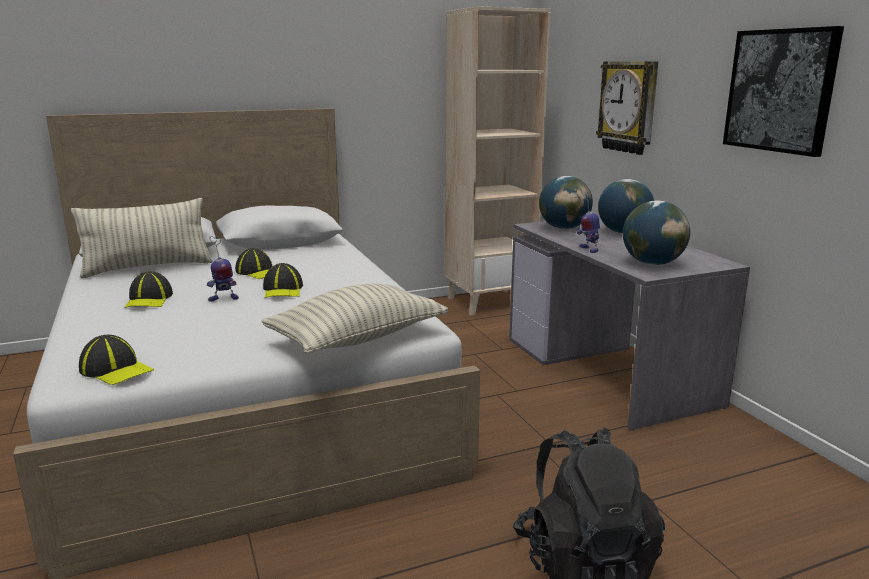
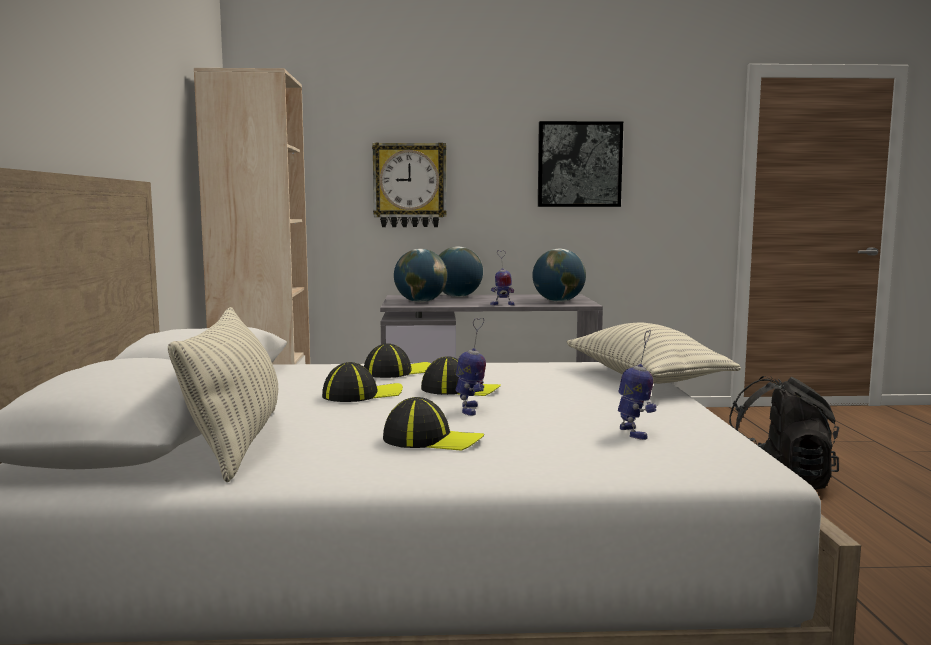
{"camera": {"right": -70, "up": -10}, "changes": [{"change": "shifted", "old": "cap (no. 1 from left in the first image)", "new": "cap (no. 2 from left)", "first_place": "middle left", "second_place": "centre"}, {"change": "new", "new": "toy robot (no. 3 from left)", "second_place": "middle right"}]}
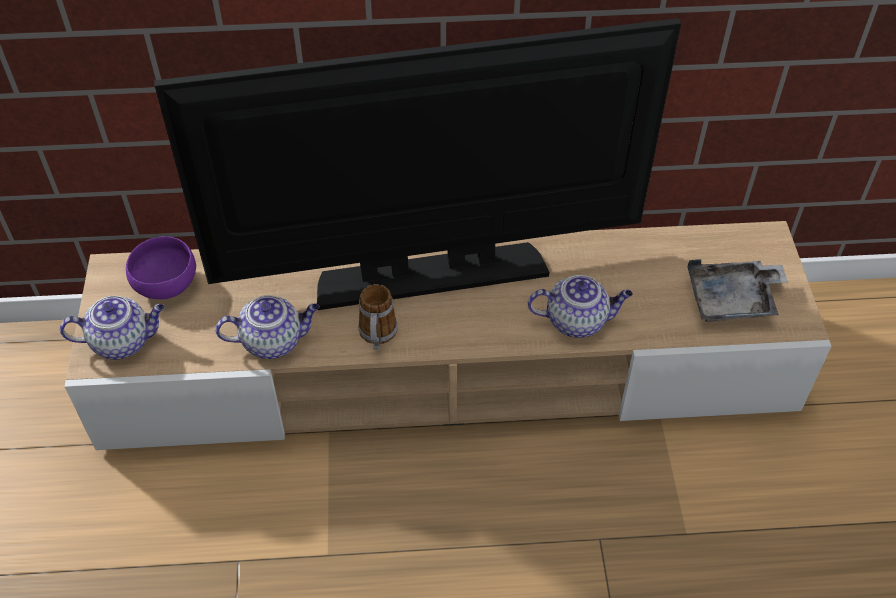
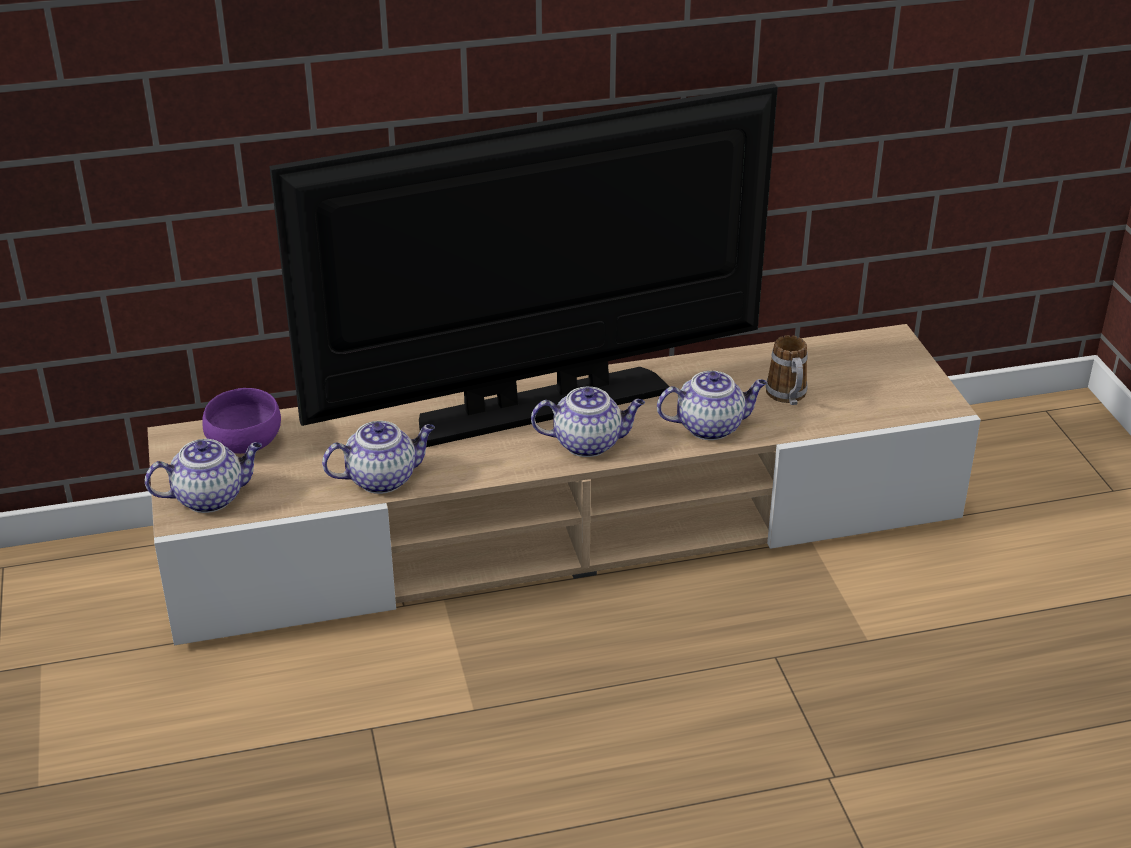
{"camera": {"right": -10, "up": -15}, "changes": [{"change": "shifted", "old": "mug", "first_place": "centre", "second_place": "middle right"}, {"change": "gone", "old": "grey tray", "first_place": "middle right"}, {"change": "new", "new": "teapot (no. 3 from left)", "second_place": "centre"}]}
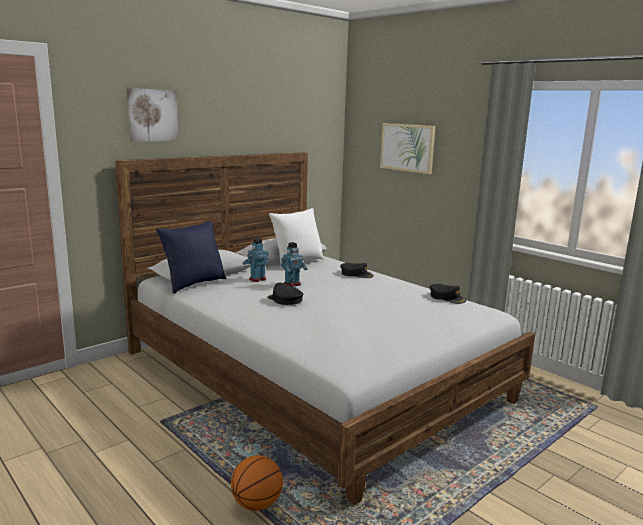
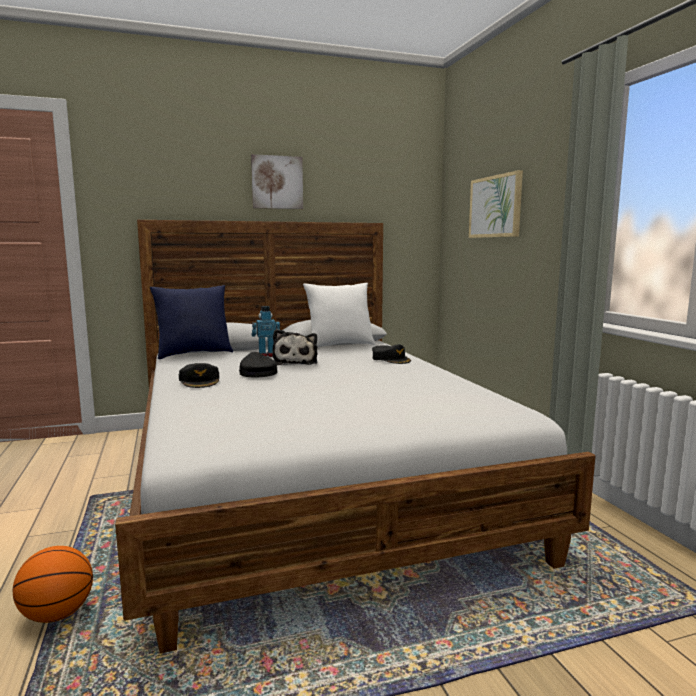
{"camera": {"right": 25, "up": -5}, "changes": [{"change": "shifted", "old": "picture (no. 1 from left)", "first_place": "top left", "second_place": "top centre"}, {"change": "swapped", "old": "toy robot (no. 2 from left)", "new": "plush toy", "first_place": "centre", "second_place": "centre"}, {"change": "shifted", "old": "black cap (no. 3 from left in the first image)", "new": "black cap (no. 1 from left)", "first_place": "middle right", "second_place": "middle left"}]}
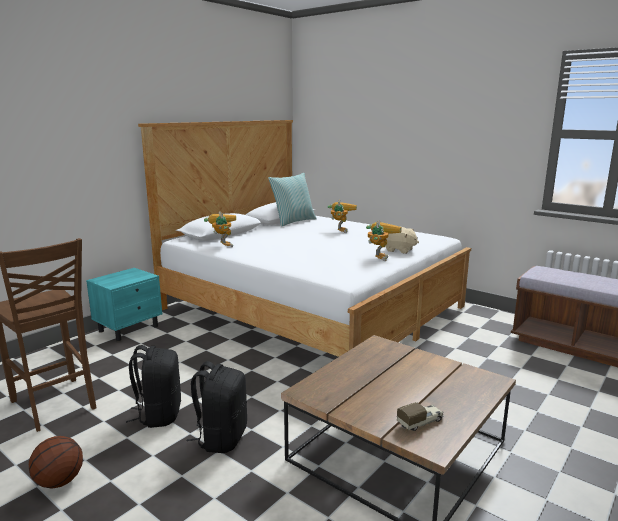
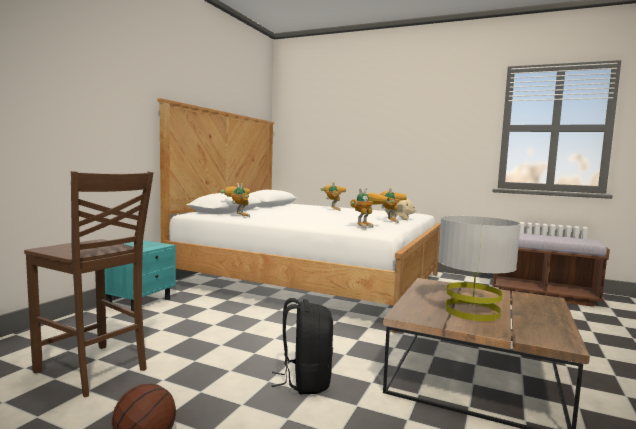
{"camera": {"right": -15, "up": -10}, "changes": [{"change": "gone", "old": "black backpack (no. 1 from left)", "first_place": "bottom left"}, {"change": "gone", "old": "pillow", "first_place": "centre"}, {"change": "gone", "old": "toy truck", "first_place": "bottom right"}, {"change": "new", "new": "toy robot (no. 3 from left)", "second_place": "centre"}, {"change": "new", "new": "grey table lamp", "second_place": "middle right"}]}
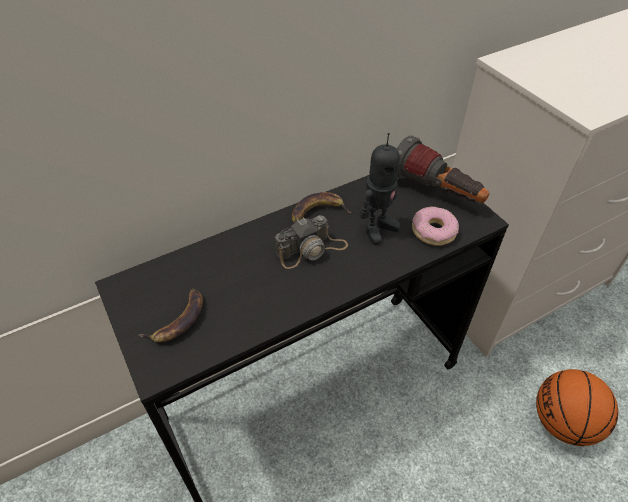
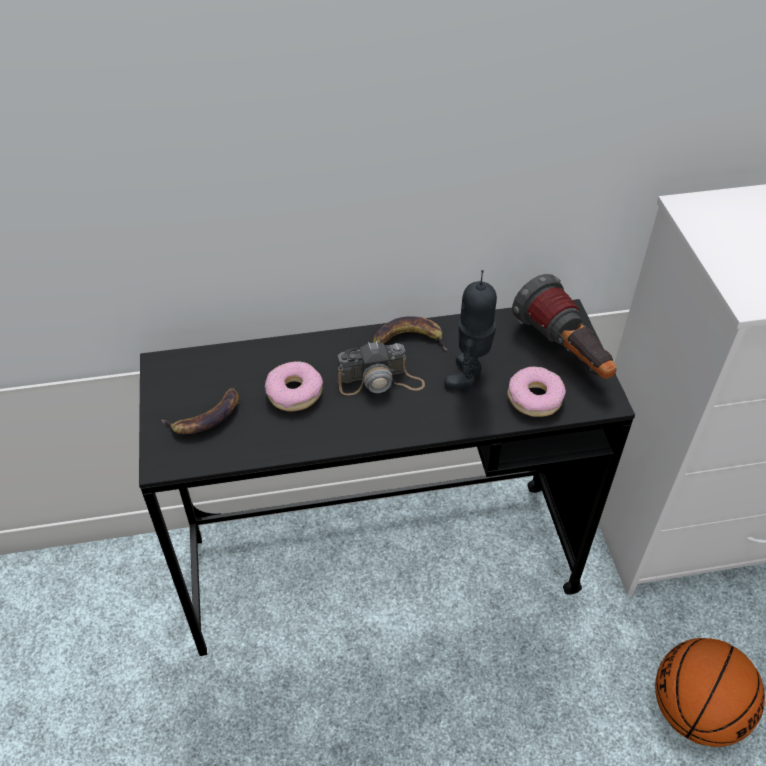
{"camera": {"right": 20, "up": 0}, "changes": [{"change": "rotated", "old": "toy robot", "first_place": "centre", "second_place": "centre", "degrees": 135}, {"change": "new", "new": "donut (no. 1 from left)", "second_place": "centre"}]}
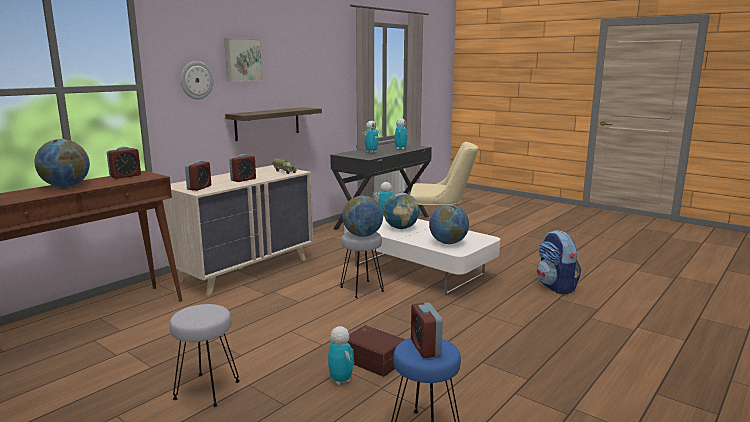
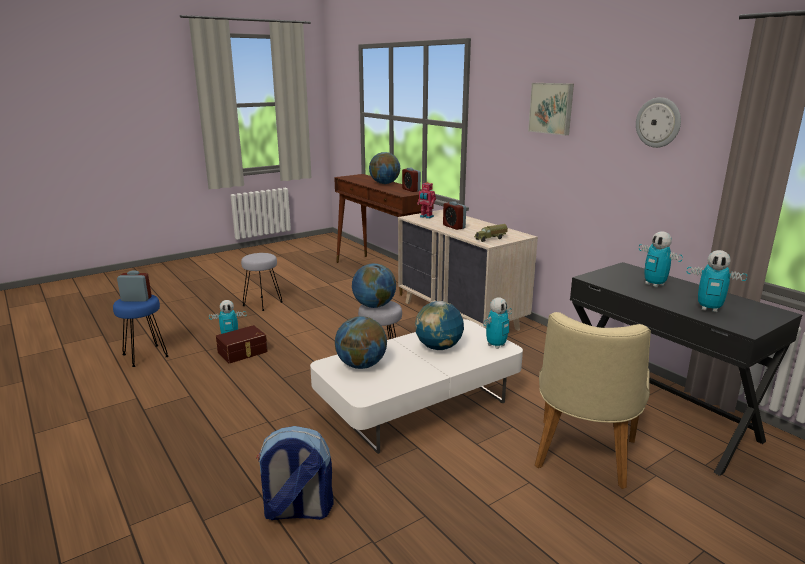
{"camera": {"right": 105, "up": 5}, "changes": [{"change": "shifted", "old": "wall clock", "first_place": "top left", "second_place": "top right"}, {"change": "swapped", "old": "alarm clock (no. 2 from left)", "new": "toy robot (no. 2 from left)", "first_place": "middle left", "second_place": "centre"}, {"change": "gone", "old": "shelf", "first_place": "top centre"}]}
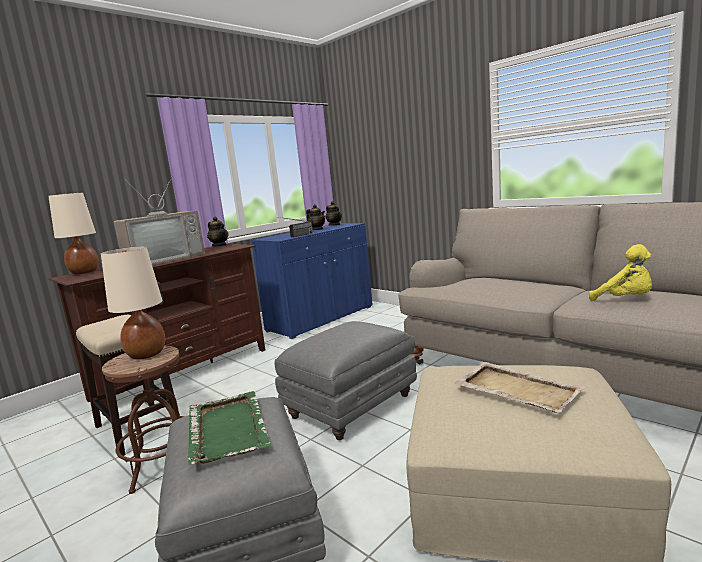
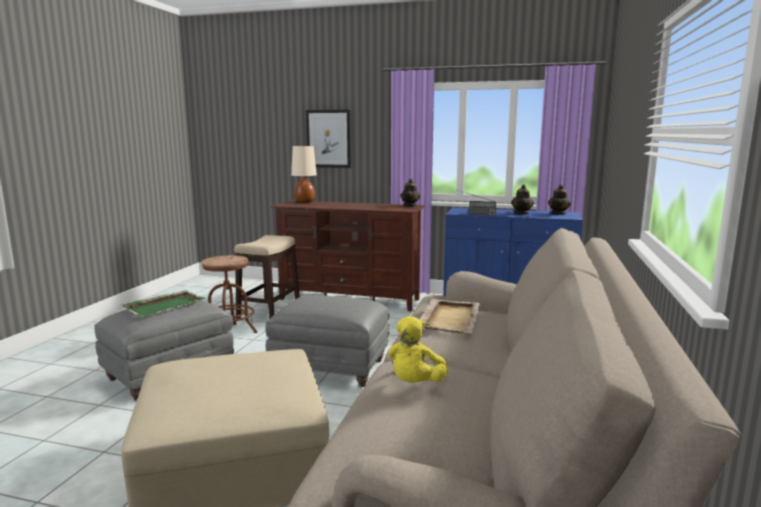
{"camera": {"right": 60, "up": 0}, "changes": [{"change": "gone", "old": "beige table lamp (no. 2 from left)", "first_place": "middle left"}, {"change": "gone", "old": "television", "first_place": "middle left"}, {"change": "shifted", "old": "beige tray", "first_place": "bottom right", "second_place": "centre"}, {"change": "new", "new": "picture", "second_place": "top centre"}]}
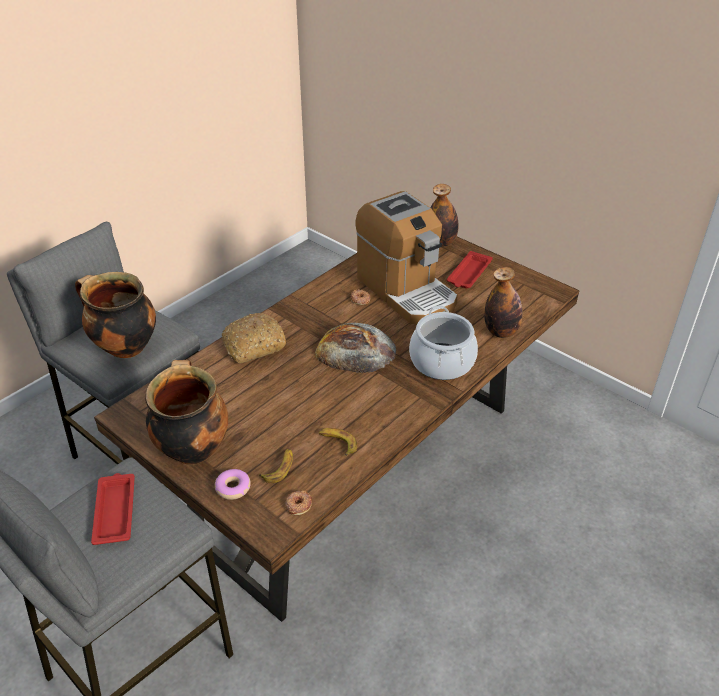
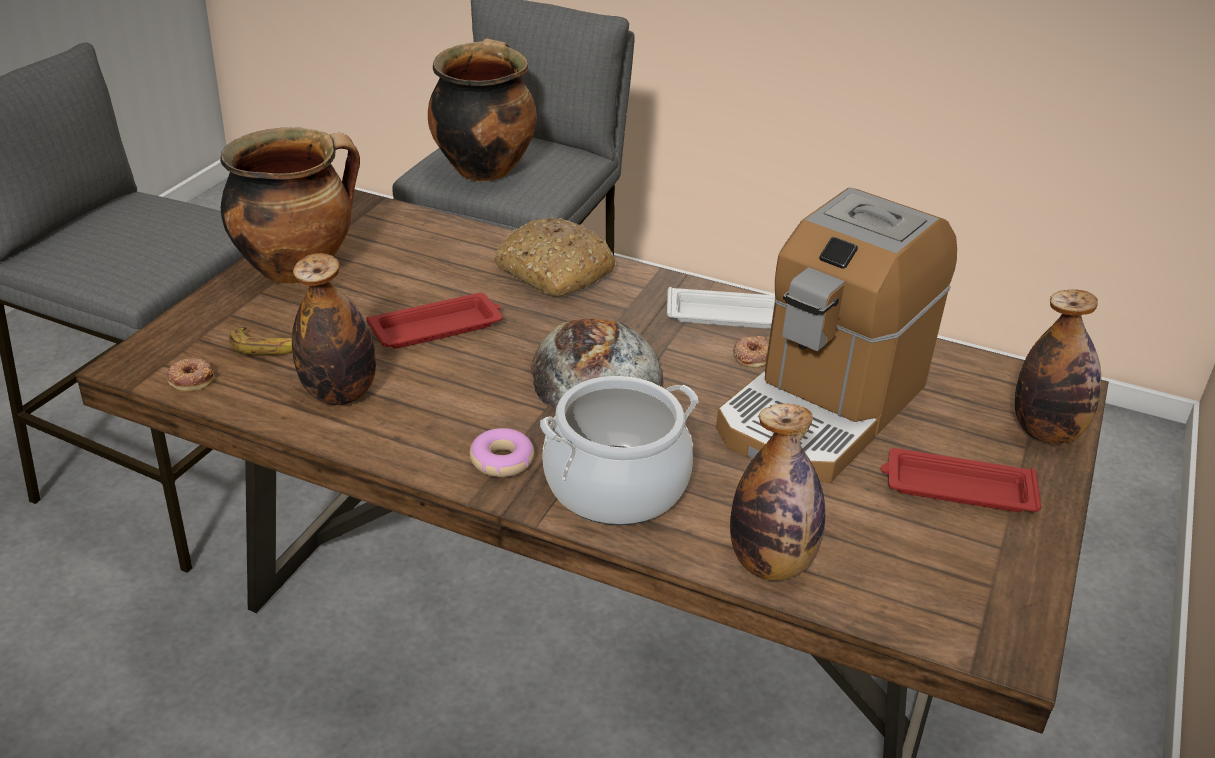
{"camera": {"right": 70, "up": -5}, "changes": [{"change": "shifted", "old": "red tray (no. 1 from left)", "first_place": "bottom left", "second_place": "centre"}, {"change": "shifted", "old": "donut (no. 1 from left in the first image)", "new": "donut (no. 2 from left)", "first_place": "bottom left", "second_place": "centre"}, {"change": "swapped", "old": "banana (no. 2 from left)", "new": "bottle (no. 1 from left)", "first_place": "centre", "second_place": "middle left"}, {"change": "new", "new": "white tray", "second_place": "centre"}]}
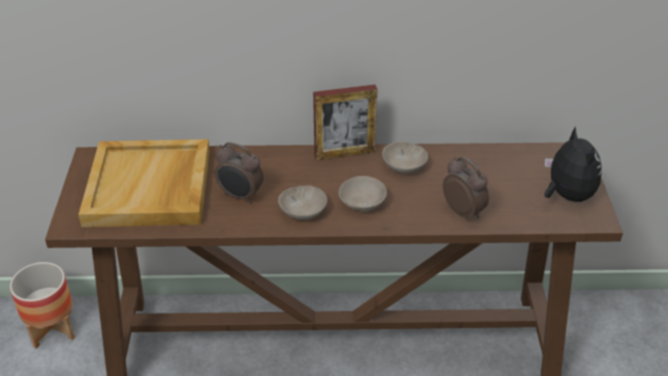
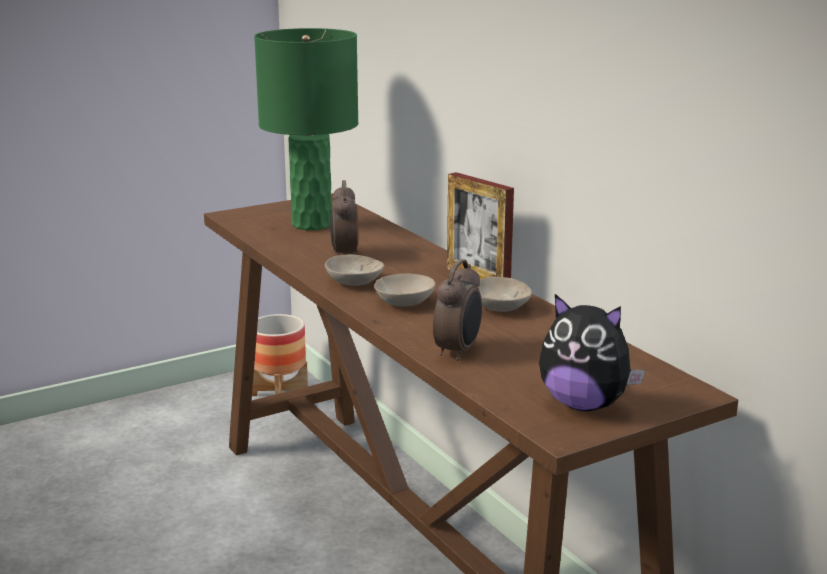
{"camera": {"right": 60, "up": -20}, "changes": [{"change": "swapped", "old": "beige tray", "new": "green table lamp", "first_place": "middle left", "second_place": "top centre"}, {"change": "rotated", "old": "plush toy", "first_place": "middle right", "second_place": "middle right", "degrees": 75}]}
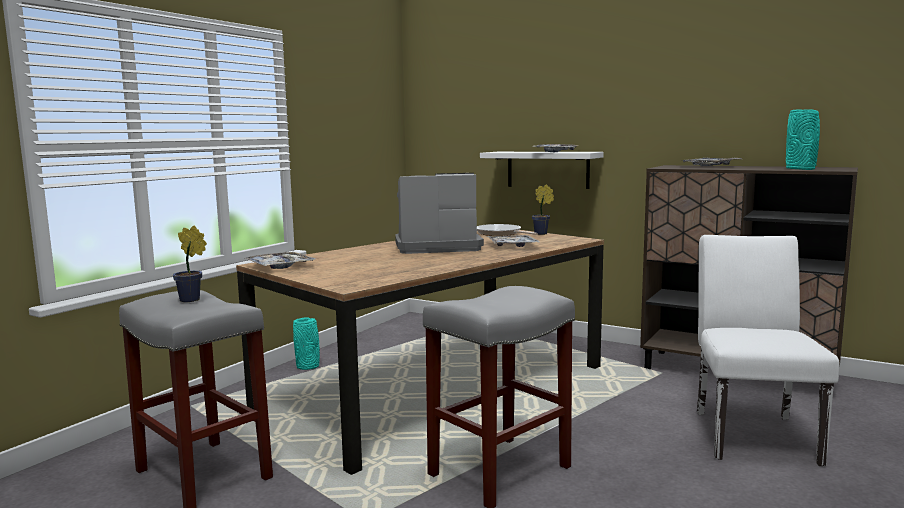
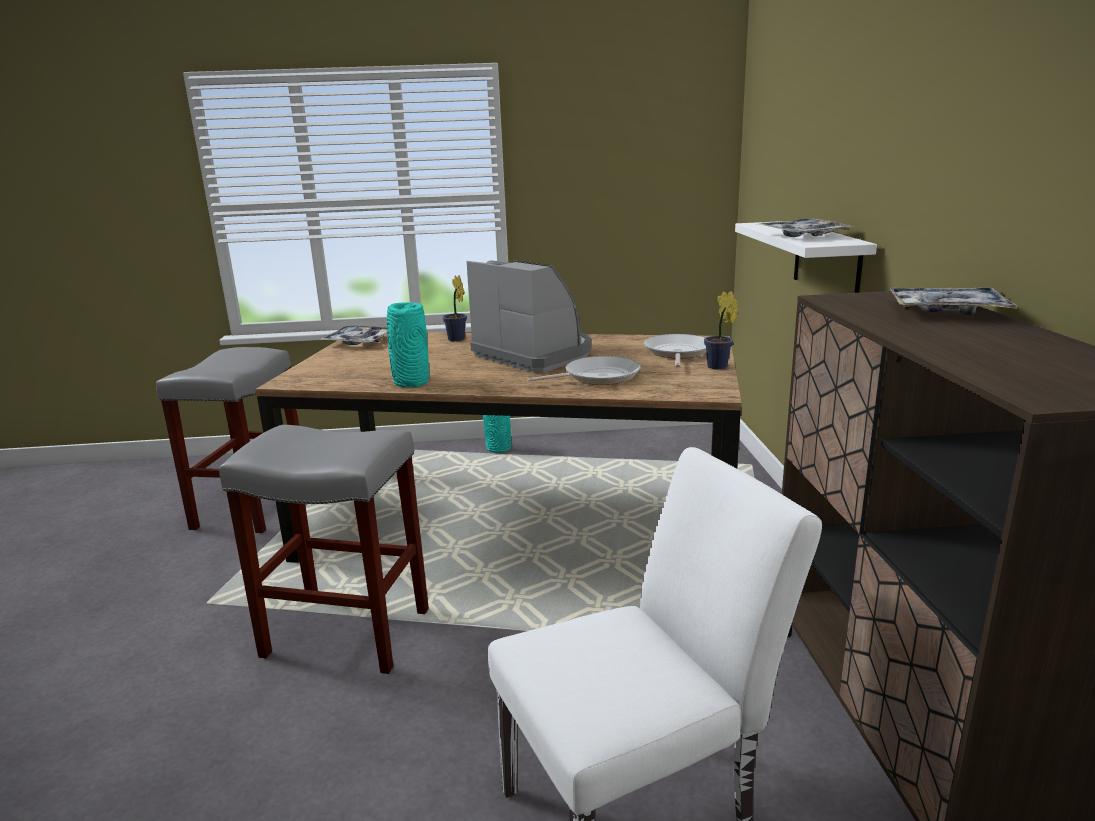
{"camera": {"right": 55, "up": 10}, "changes": [{"change": "shifted", "old": "potted plant (no. 1 from left)", "first_place": "middle left", "second_place": "centre"}, {"change": "swapped", "old": "tray (no. 2 from left)", "new": "frying pan (no. 1 from left)", "first_place": "centre", "second_place": "centre"}, {"change": "shifted", "old": "turquoise vase (no. 2 from left in the first image)", "new": "turquoise vase (no. 1 from left)", "first_place": "top right", "second_place": "centre"}]}
